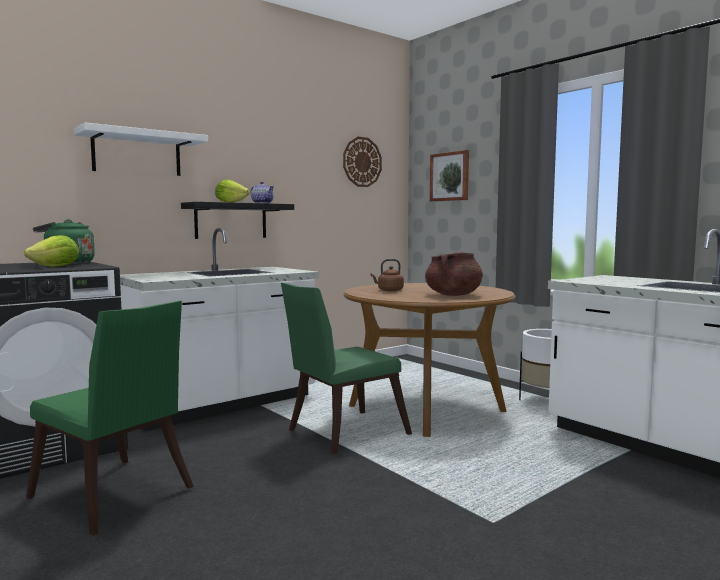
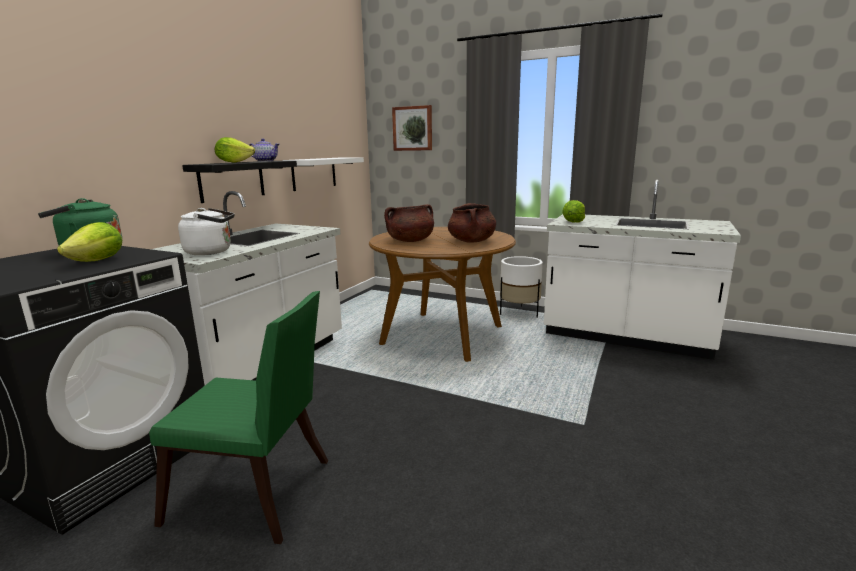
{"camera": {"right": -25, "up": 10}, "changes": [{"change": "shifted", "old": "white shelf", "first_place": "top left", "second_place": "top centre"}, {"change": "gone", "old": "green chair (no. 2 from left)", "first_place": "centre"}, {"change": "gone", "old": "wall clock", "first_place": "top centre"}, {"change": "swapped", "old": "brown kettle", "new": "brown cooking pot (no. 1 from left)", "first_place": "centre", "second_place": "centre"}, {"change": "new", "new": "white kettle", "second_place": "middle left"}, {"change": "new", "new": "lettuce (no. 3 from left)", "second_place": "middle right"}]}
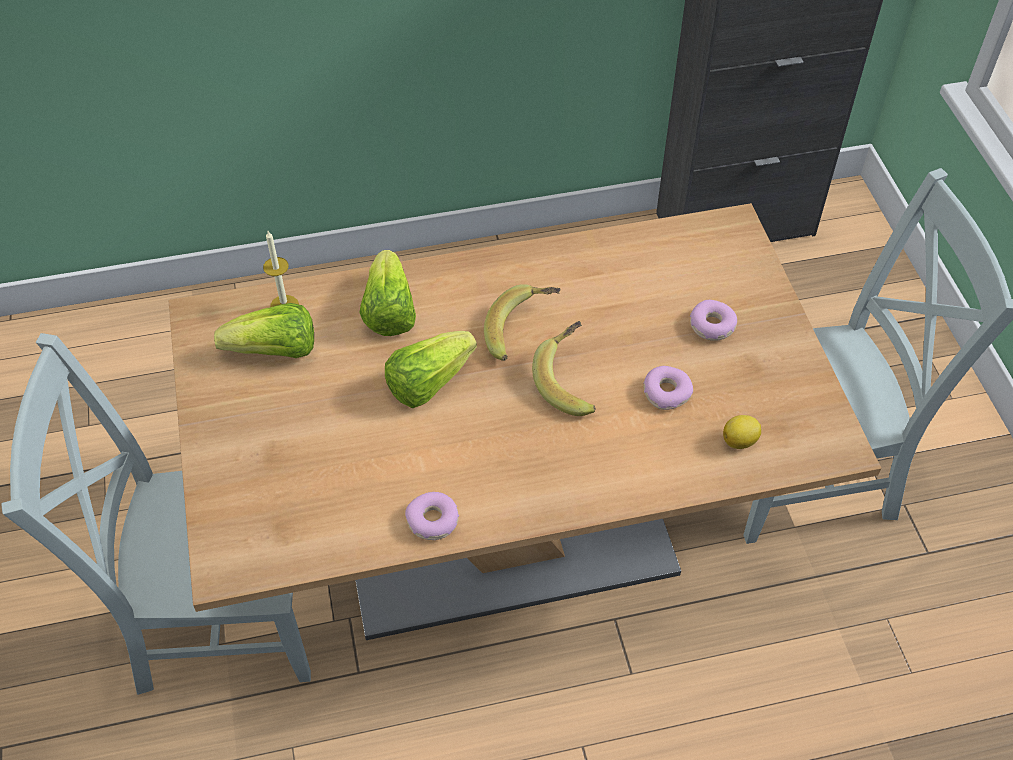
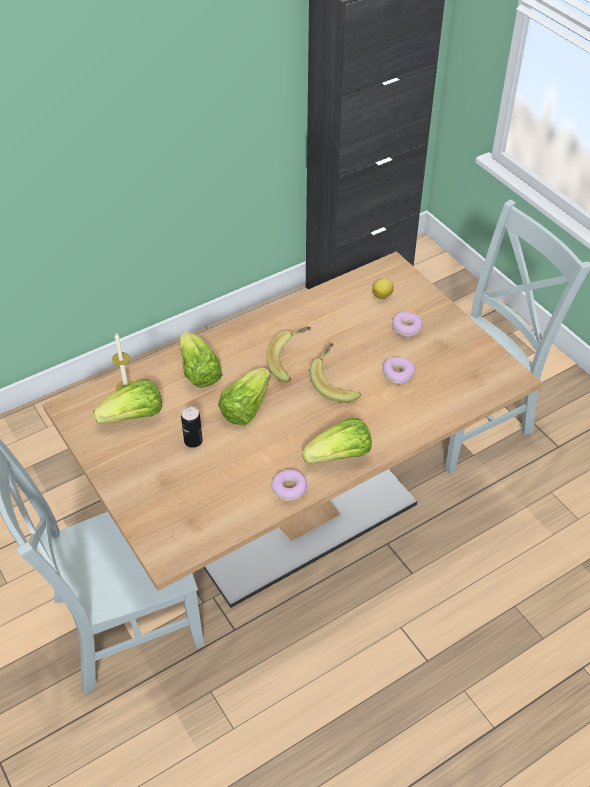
{"camera": {"right": -20, "up": -5}, "changes": [{"change": "shifted", "old": "lemon", "first_place": "middle right", "second_place": "centre"}, {"change": "new", "new": "can", "second_place": "middle left"}, {"change": "new", "new": "lettuce (no. 4 from left)", "second_place": "centre"}]}
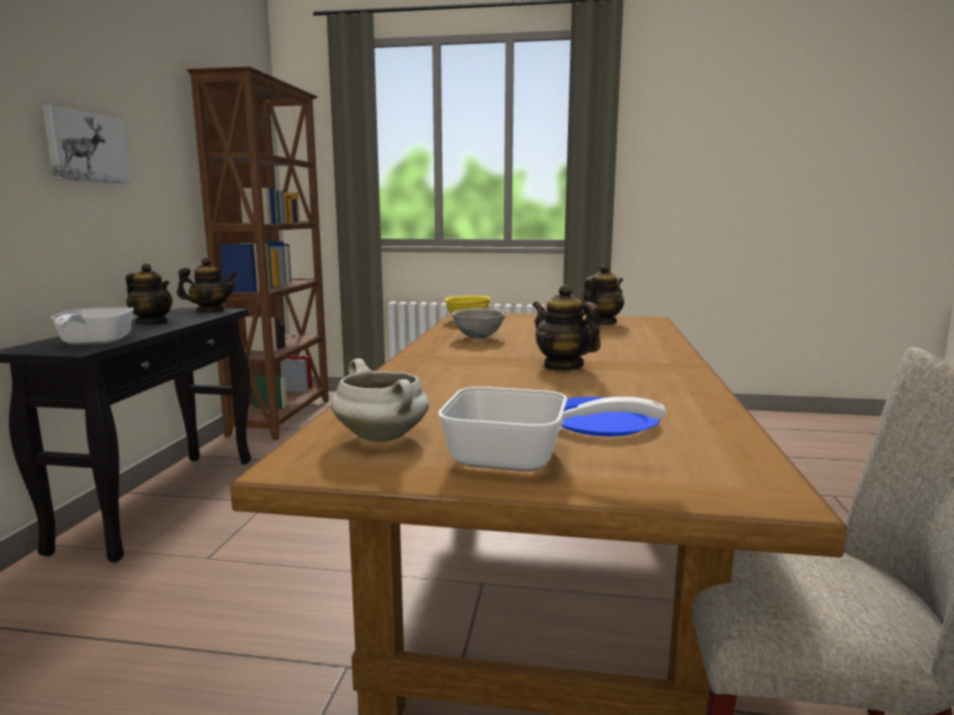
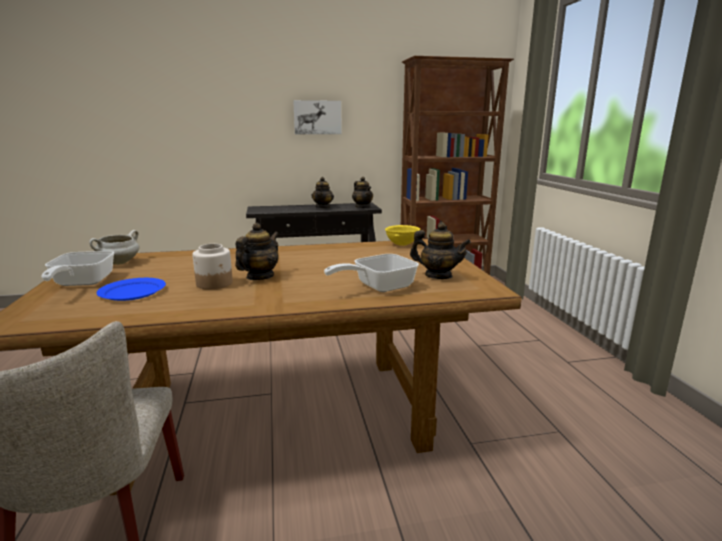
{"camera": {"right": 70, "up": 5}, "changes": [{"change": "shifted", "old": "frying pan (no. 1 from left in the first image)", "new": "frying pan (no. 2 from left)", "first_place": "middle left", "second_place": "centre"}, {"change": "gone", "old": "grey bowl", "first_place": "centre"}, {"change": "new", "new": "jar", "second_place": "middle left"}]}
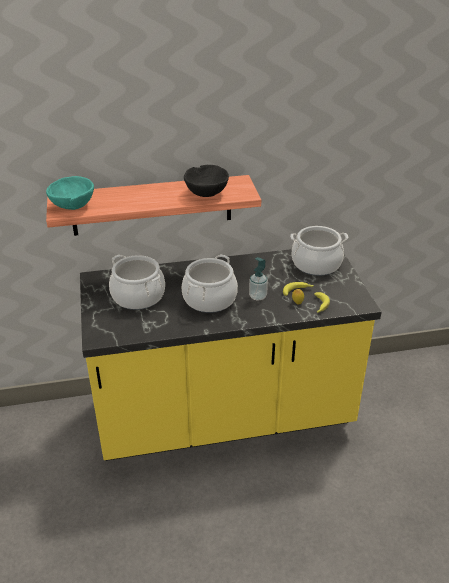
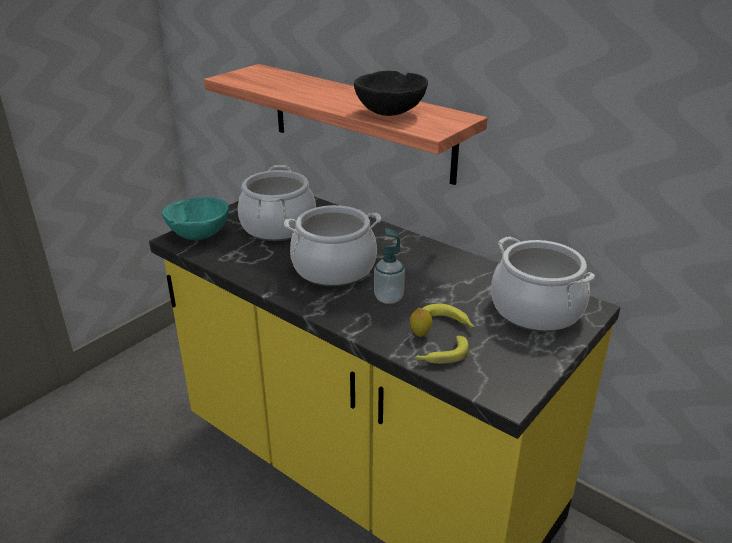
{"camera": {"right": 50, "up": -5}, "changes": [{"change": "shifted", "old": "turquoise bowl", "first_place": "top left", "second_place": "middle left"}]}
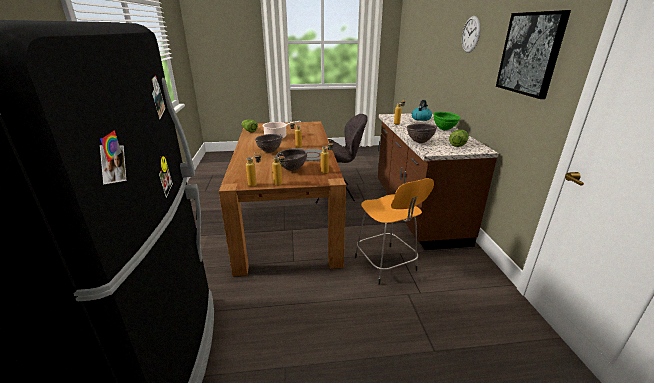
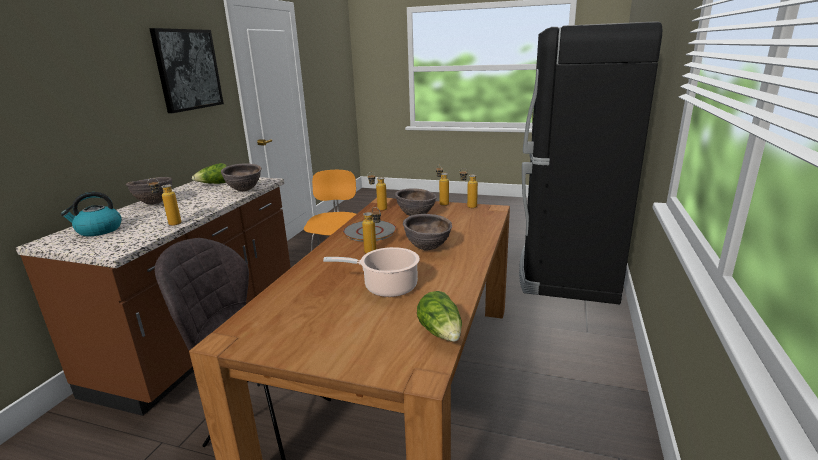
{"camera": {"right": -155, "up": -5}, "changes": [{"change": "repainted", "old": "green bowl", "new": "brown bowl (no. 1 from left)", "first_place": "top right", "second_place": "middle left"}, {"change": "gone", "old": "wall clock", "first_place": "top right"}]}
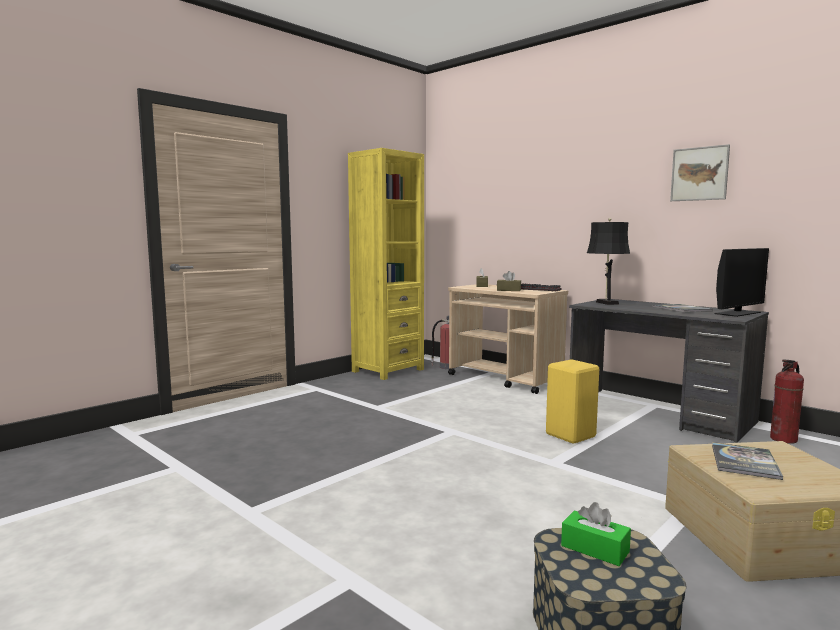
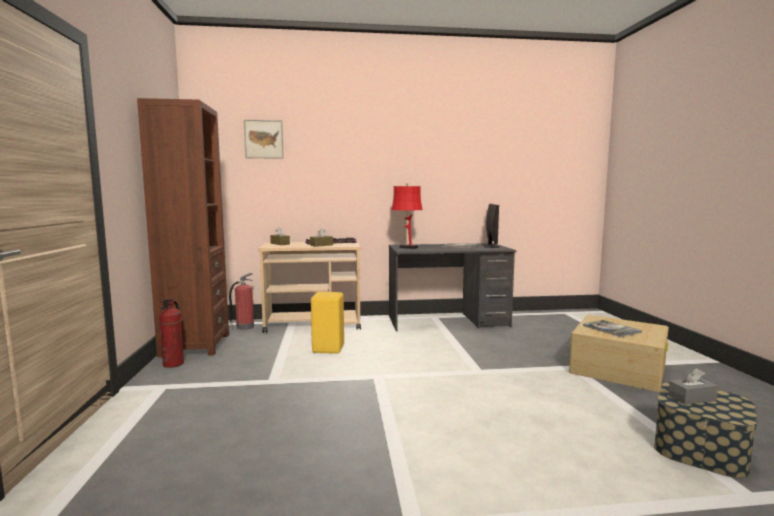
{"camera": {"right": -50, "up": 0}, "changes": [{"change": "repainted", "old": "yellow bookcase", "new": "brown bookcase", "first_place": "centre", "second_place": "middle left"}, {"change": "shifted", "old": "yellow stool", "first_place": "middle right", "second_place": "centre"}, {"change": "repainted", "old": "green tissue box", "new": "grey tissue box", "first_place": "bottom right", "second_place": "bottom right"}, {"change": "repainted", "old": "black table lamp", "new": "red table lamp", "first_place": "middle right", "second_place": "centre"}, {"change": "shifted", "old": "picture", "first_place": "top right", "second_place": "top centre"}, {"change": "shifted", "old": "fire extinguisher (no. 2 from left in the first image)", "new": "fire extinguisher (no. 1 from left)", "first_place": "middle right", "second_place": "middle left"}]}
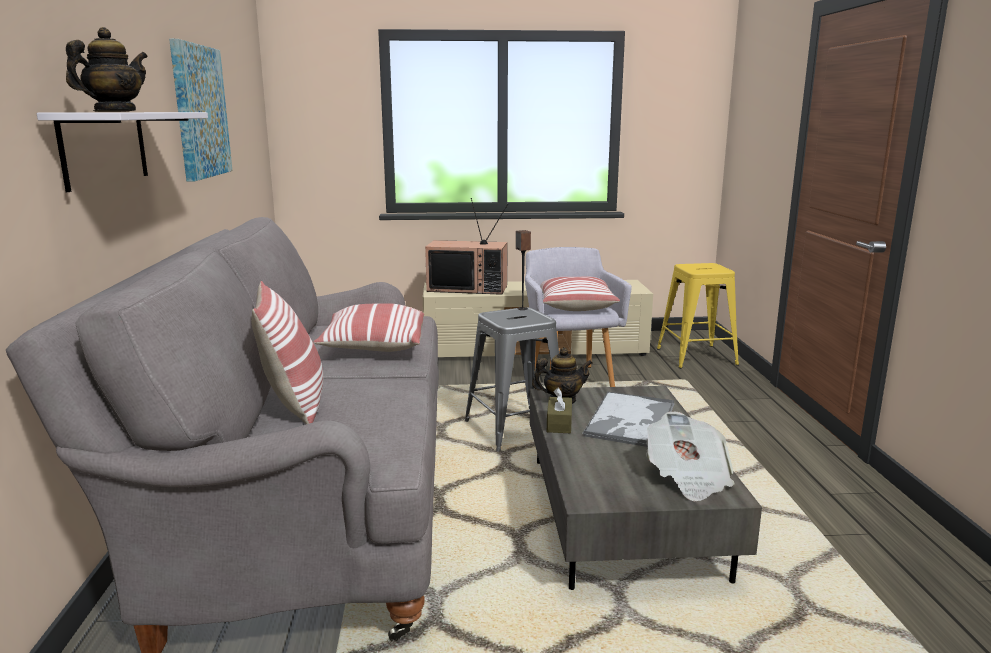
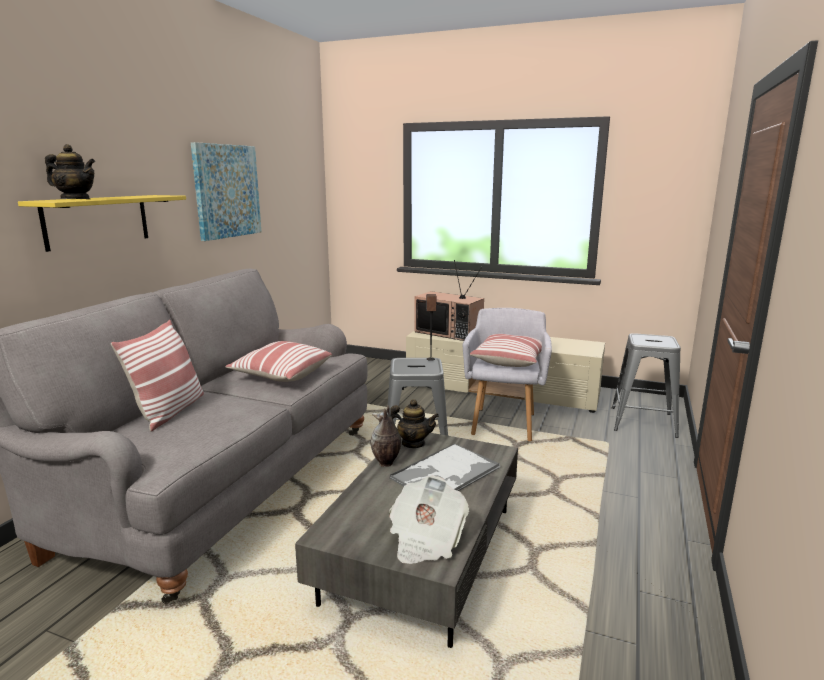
{"camera": {"right": 25, "up": 0}, "changes": [{"change": "repainted", "old": "white shelf", "new": "yellow shelf", "first_place": "top left", "second_place": "top left"}, {"change": "rotated", "old": "teapot (no. 1 from left)", "first_place": "top left", "second_place": "top left", "degrees": 45}, {"change": "swapped", "old": "brown tissue box", "new": "vase", "first_place": "centre", "second_place": "centre"}, {"change": "repainted", "old": "yellow stool", "new": "grey stool (no. 2 from left)", "first_place": "middle right", "second_place": "middle right"}]}
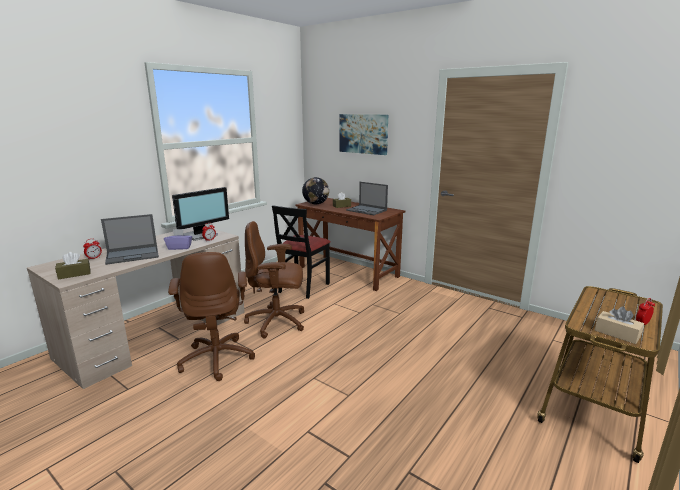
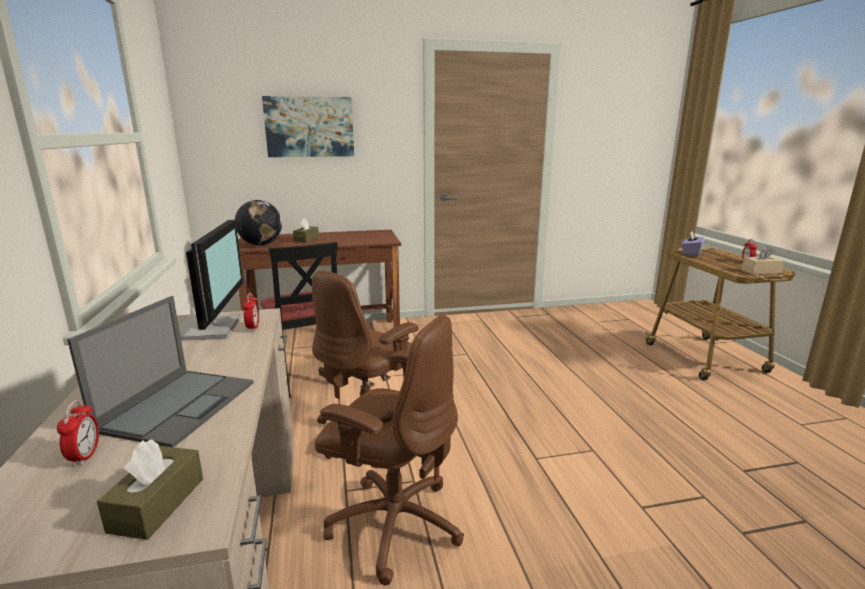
{"camera": {"right": -50, "up": 0}, "changes": [{"change": "shifted", "old": "purple tissue box", "first_place": "middle left", "second_place": "middle right"}, {"change": "gone", "old": "laptop (no. 2 from left)", "first_place": "centre"}]}
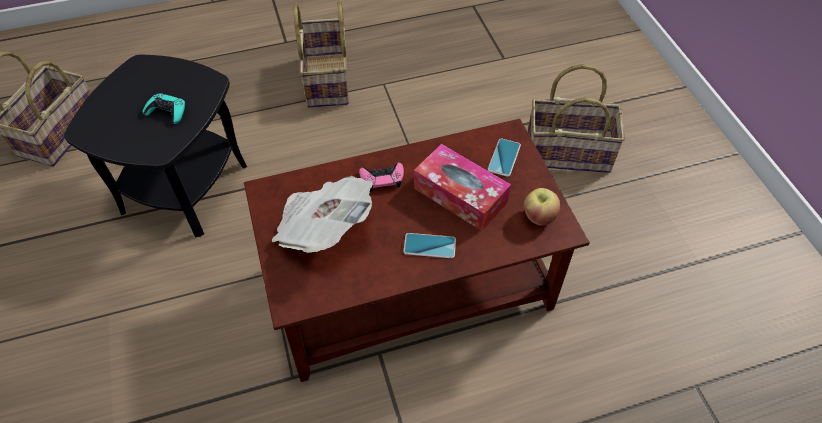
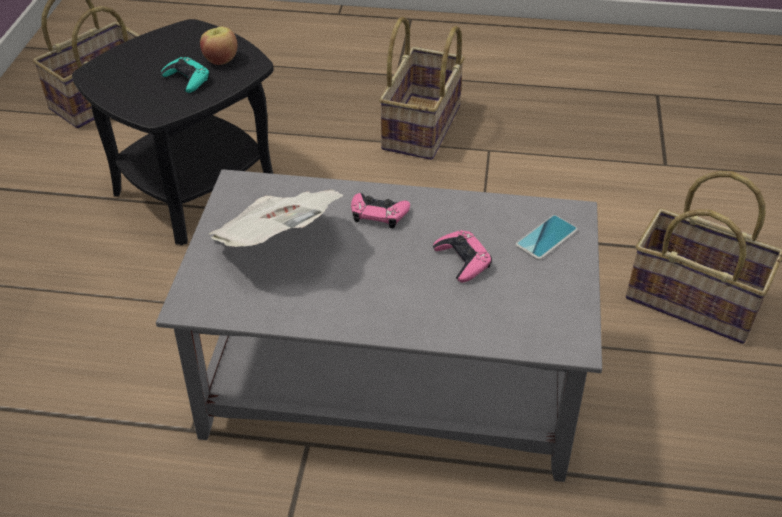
{"camera": {"right": 25, "up": -10}, "changes": [{"change": "repainted", "old": "brown coffee table", "new": "grey coffee table", "first_place": "centre", "second_place": "centre"}, {"change": "gone", "old": "phone (no. 1 from left)", "first_place": "centre"}, {"change": "swapped", "old": "tissue box", "new": "pink game controller (no. 2 from left)", "first_place": "centre", "second_place": "centre"}, {"change": "shifted", "old": "apple", "first_place": "centre", "second_place": "top left"}]}
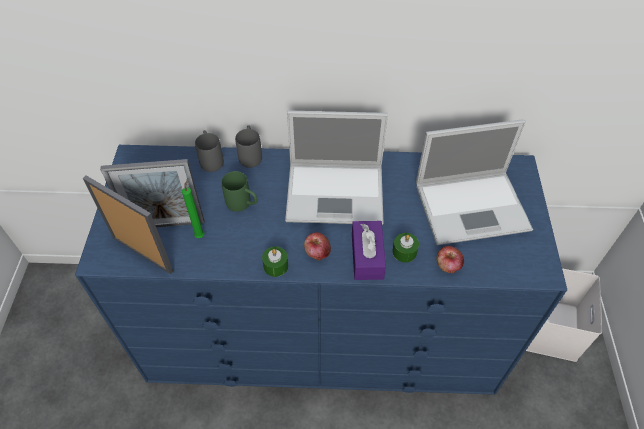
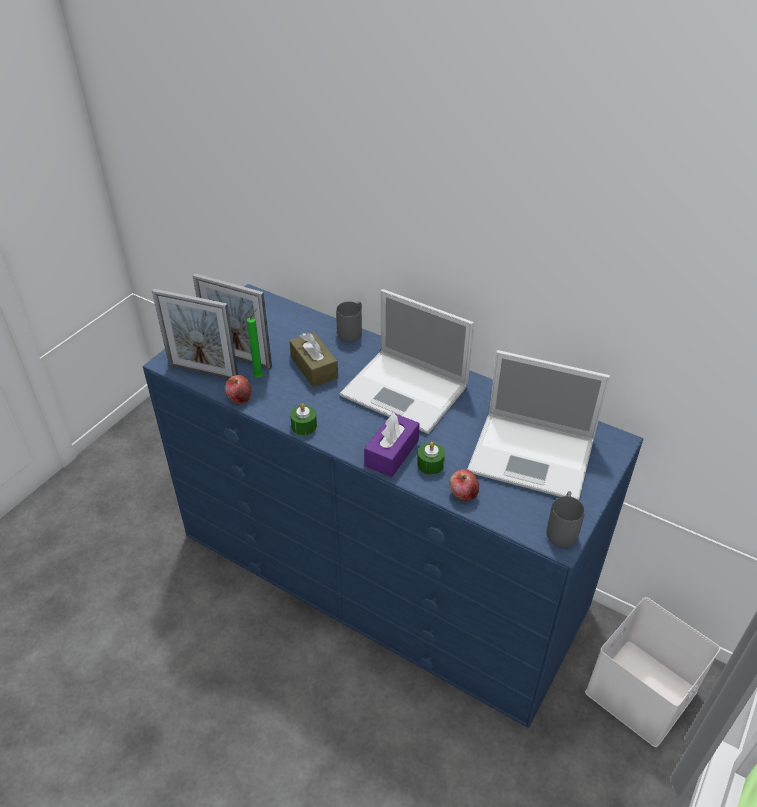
{"camera": {"right": 30, "up": -10}, "changes": [{"change": "rotated", "old": "picture frame (no. 1 from left)", "first_place": "middle left", "second_place": "middle left", "degrees": 135}, {"change": "shifted", "old": "grey mug (no. 1 from left in the first image)", "new": "grey mug (no. 2 from left)", "first_place": "middle left", "second_place": "middle right"}, {"change": "swapped", "old": "green mug", "new": "brown tissue box", "first_place": "centre", "second_place": "centre"}, {"change": "shifted", "old": "apple (no. 1 from left)", "first_place": "centre", "second_place": "middle left"}]}
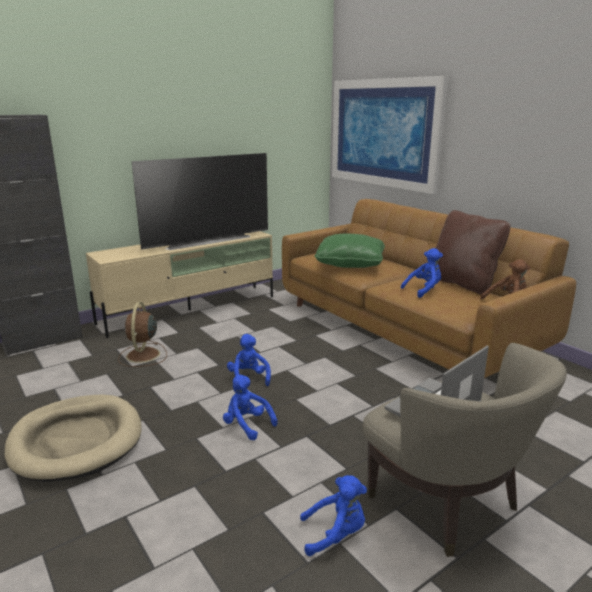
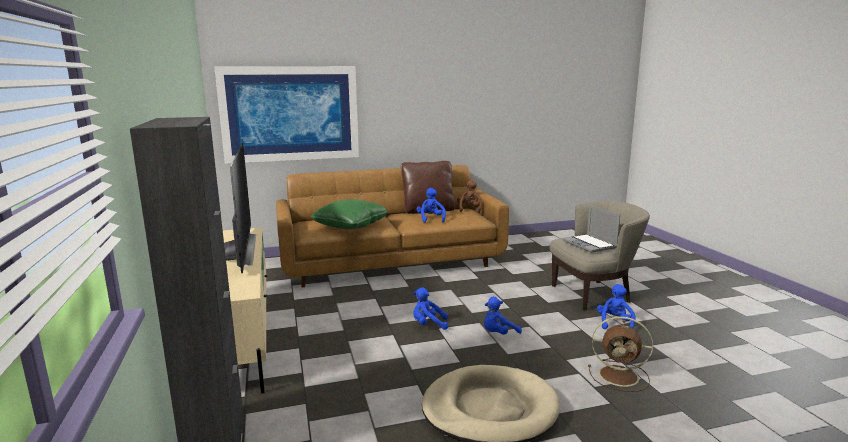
{"camera": {"right": -70, "up": -5}, "changes": [{"change": "shifted", "old": "brown fan", "first_place": "middle left", "second_place": "bottom right"}]}
